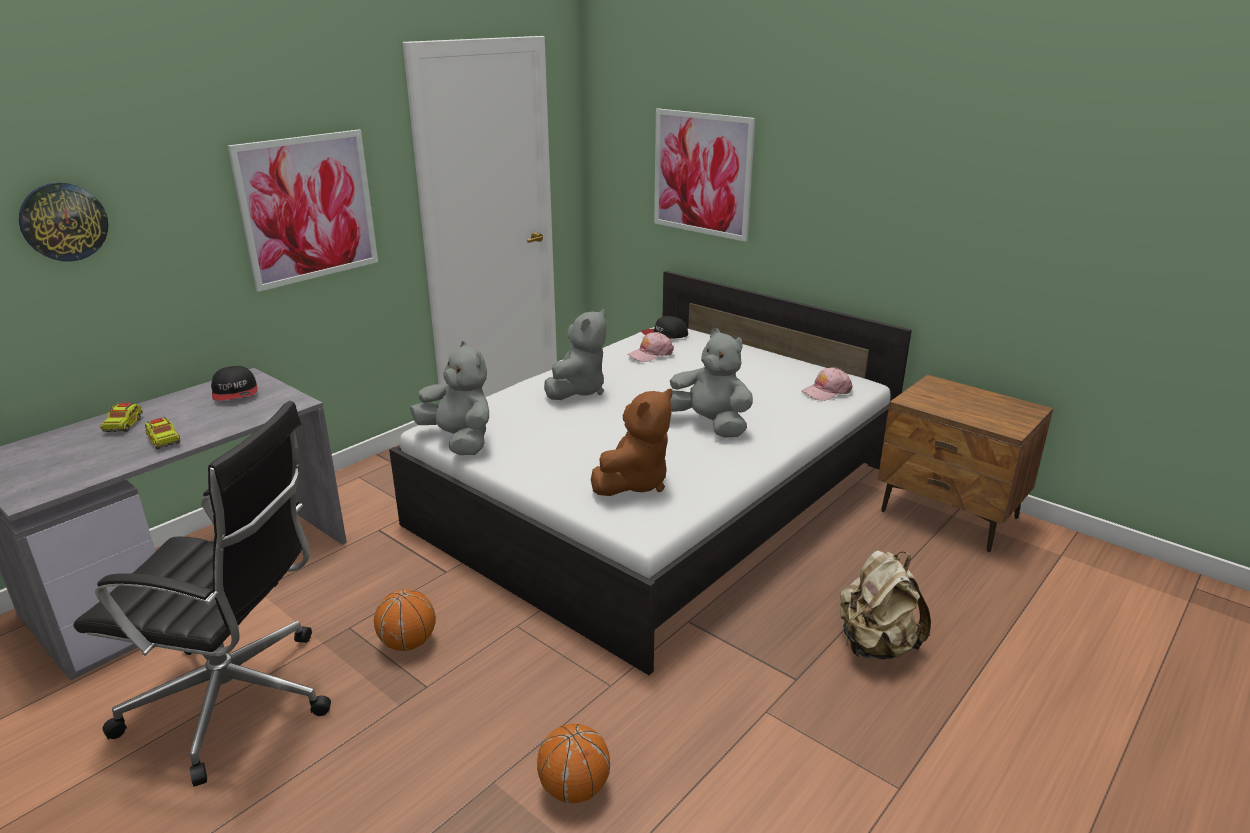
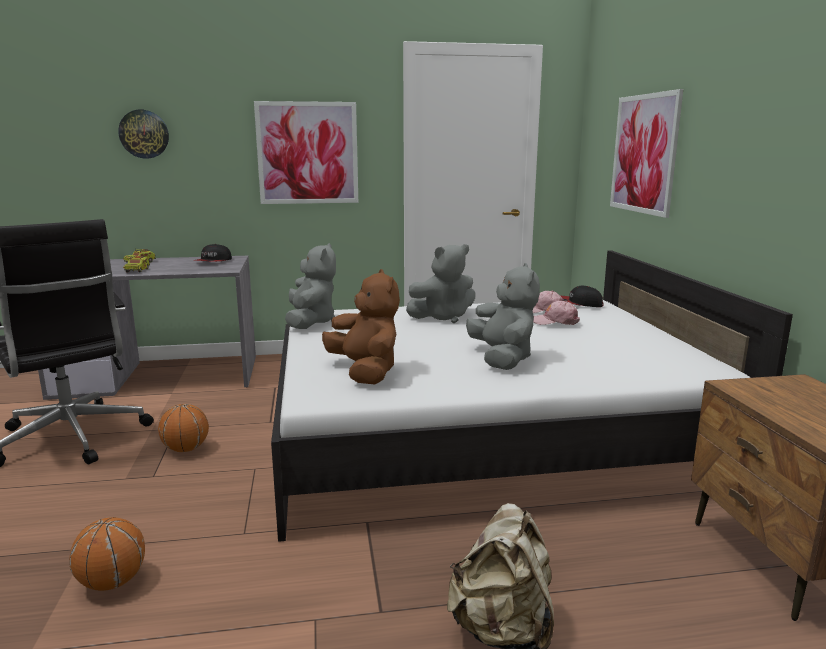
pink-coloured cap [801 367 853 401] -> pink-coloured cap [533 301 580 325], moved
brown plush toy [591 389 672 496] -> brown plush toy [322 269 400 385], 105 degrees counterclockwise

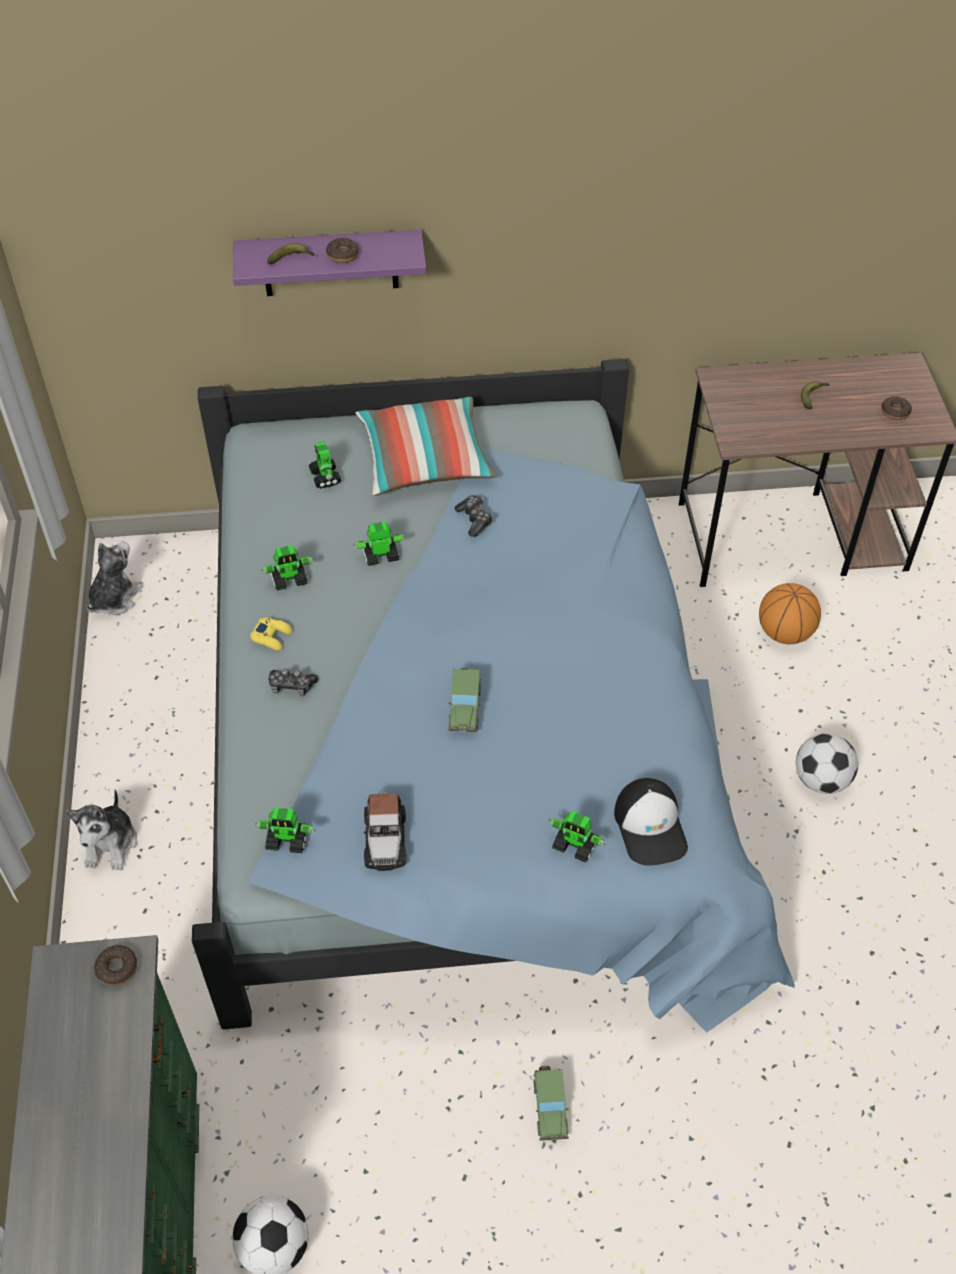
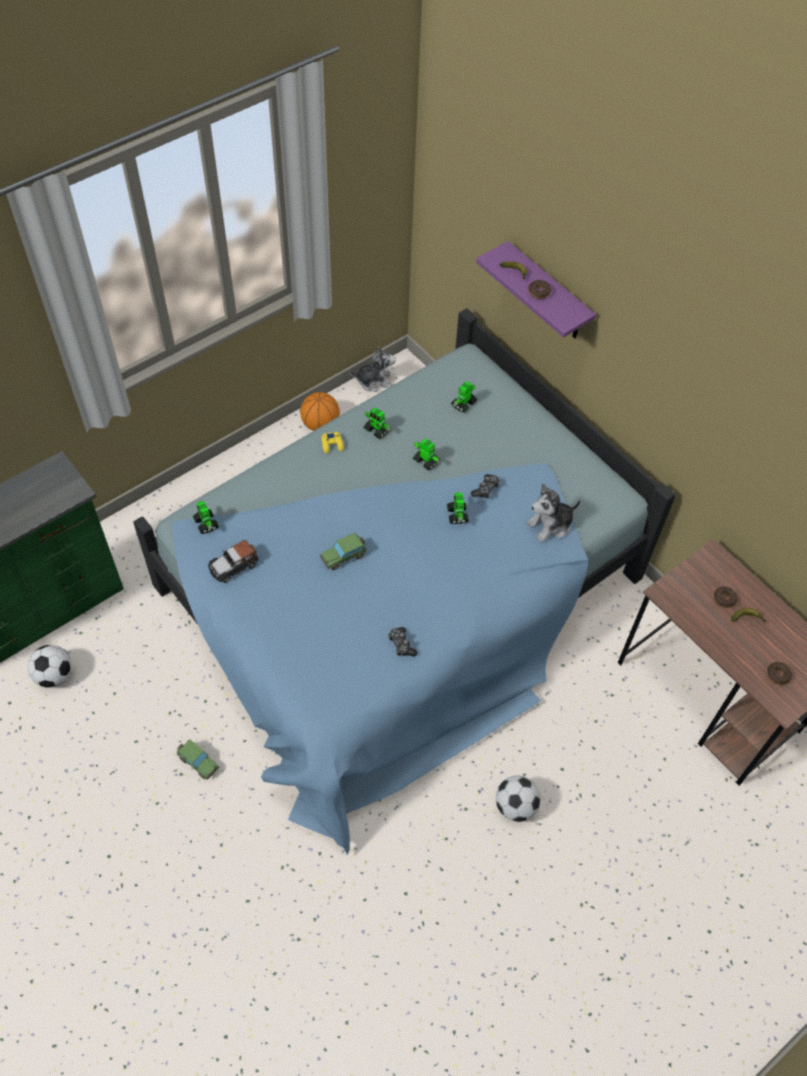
throw pillow [355 397 497 496] -> none
basketball [759 583 821 644] -> basketball [300 392 340 431], moved
joypad [268 668 318 697] -> joypad [388 627 418 657], moved
cap [614 778 688 866] -> none
plush toy [67 790 137 870] -> plush toy [527 483 581 542], moved
toy robot [548 811 606 863] -> toy robot [447 491 469 524], moved
doughnut [94 945 137 986] -> doughnut [714 587 738 608], moved
miniature car [533 1066 569 1141] -> miniature car [177 739 220 780], 105 degrees counterclockwise

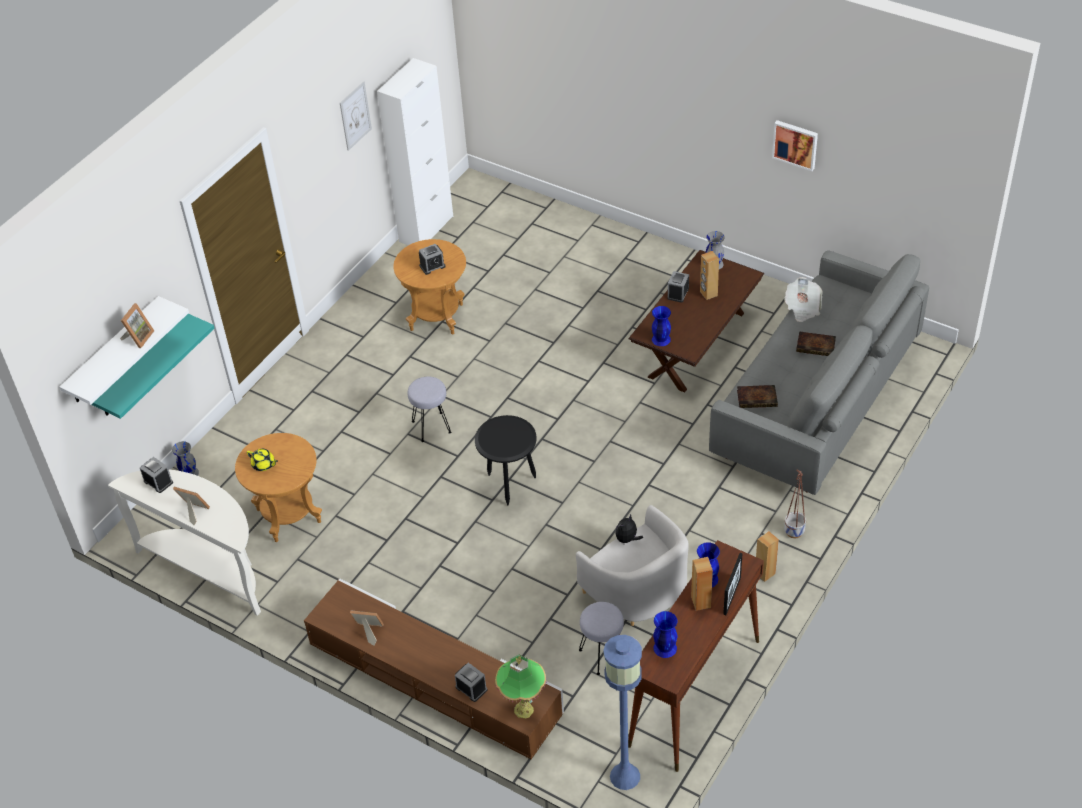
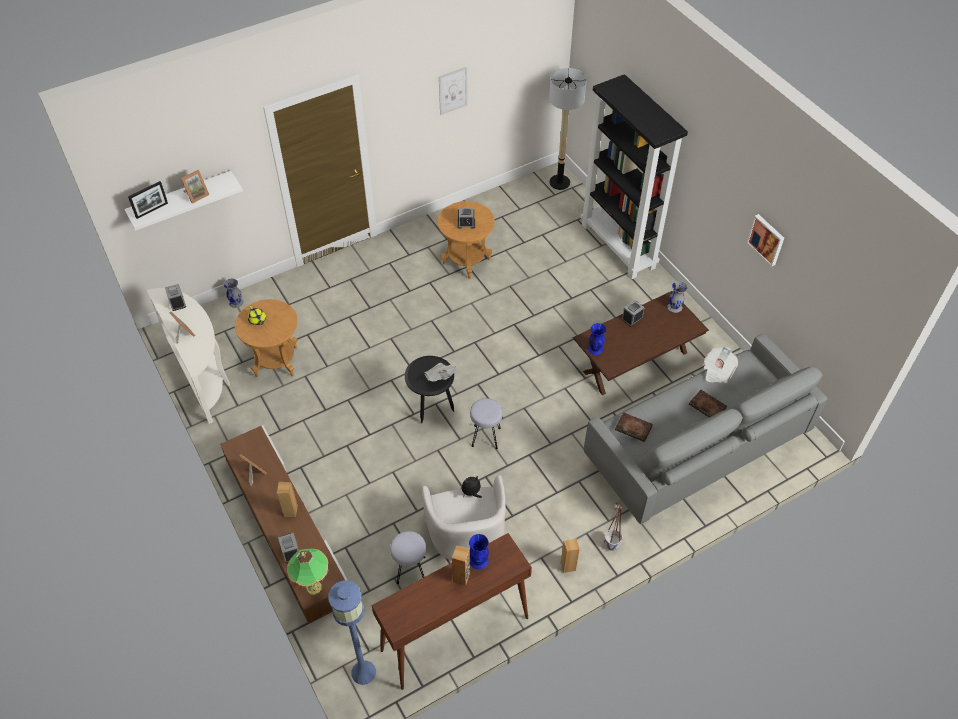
whitish storage cabinet [377 58 453 245] -> none
brown speaker [700 251 719 300] -> brown speaker [277 482 298 517], moved
blue-green shelf [91 314 215 419] -> none
greyish stool seat [408 377 451 442] -> greyish stool seat [470 398 503 449], moved
photo frame [723 553 743 615] -> photo frame [128 181 168 219], moved
bluish decorative vase [653 611 677 658] -> none
none -> standing lamp [549 68 587 190]
none -> black bookshelf [581 74 688 279]
none -> newspaper [424 363 457 382]

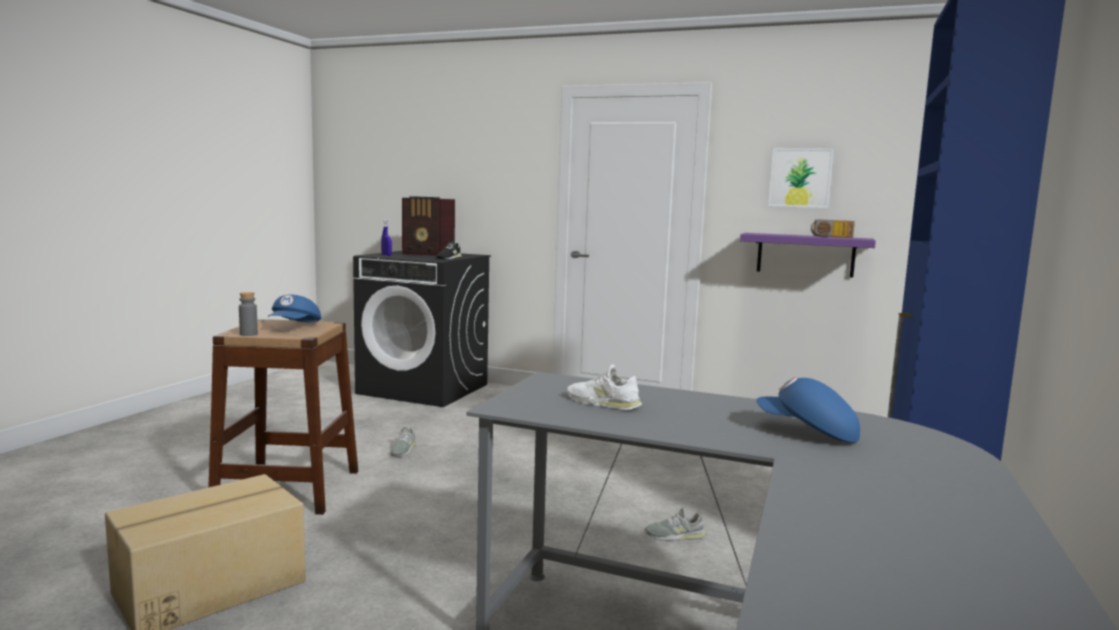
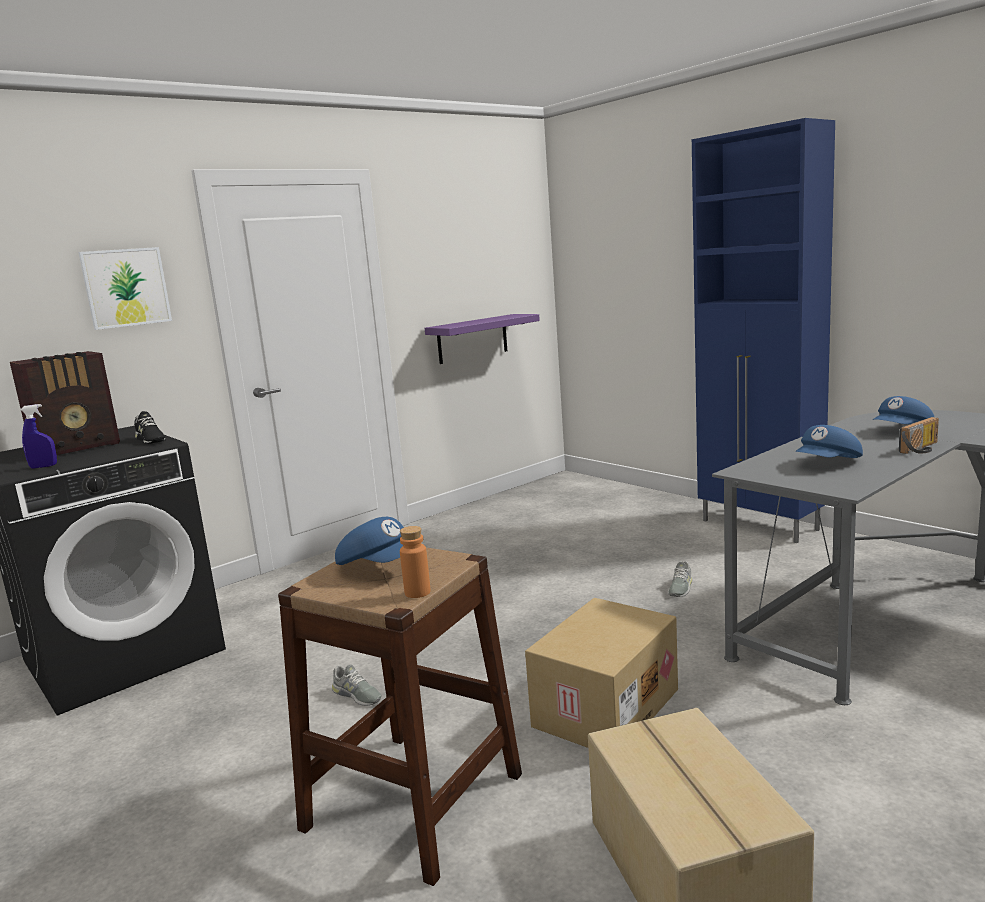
wall picture [768 149 834 208] -> wall picture [78 247 172 330], moved
radio set [811 219 855 238] -> radio set [899 417 939 454], moved
greyish drink bottle [239 292 258 336] -> orange-coloured drink bottle [400 526 431 598]
whitish shoe [567 365 642 410] -> bluish cap [795 425 863 458]
none -> packing box [525 598 678 748]

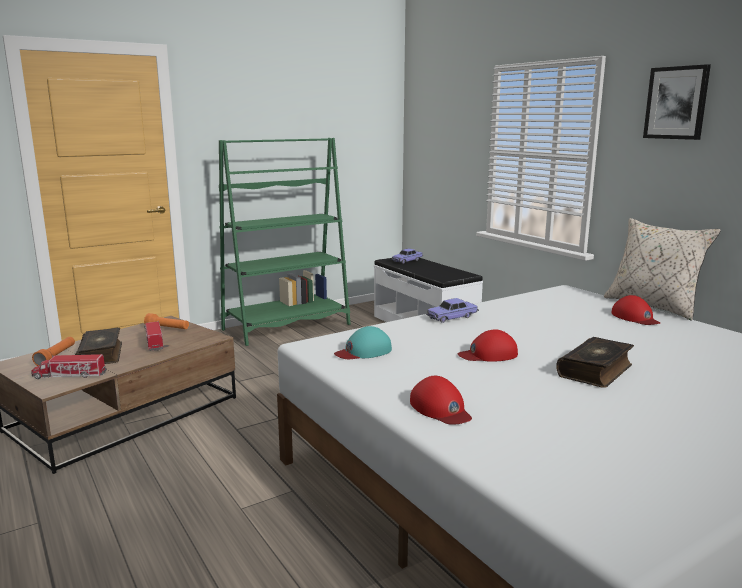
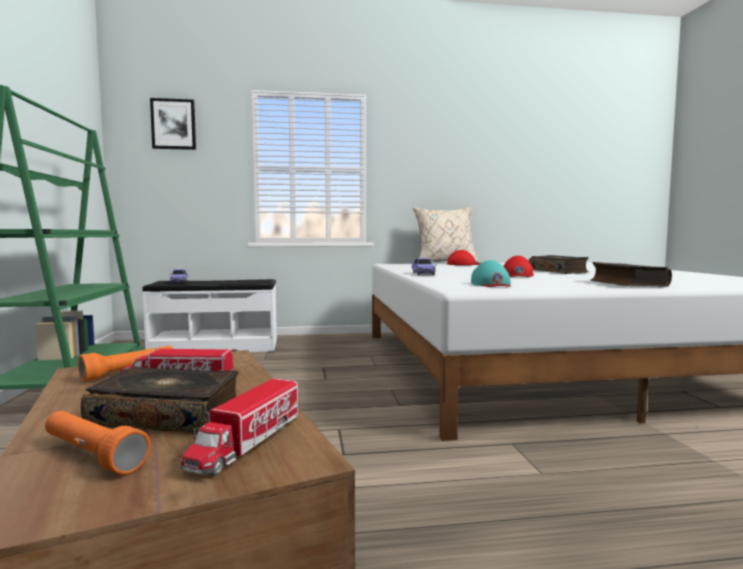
wall picture [643 64 711 140] -> wall picture [150 98 196 150], moved
red cap [410 376 472 425] -> volume [590 262 672 287]

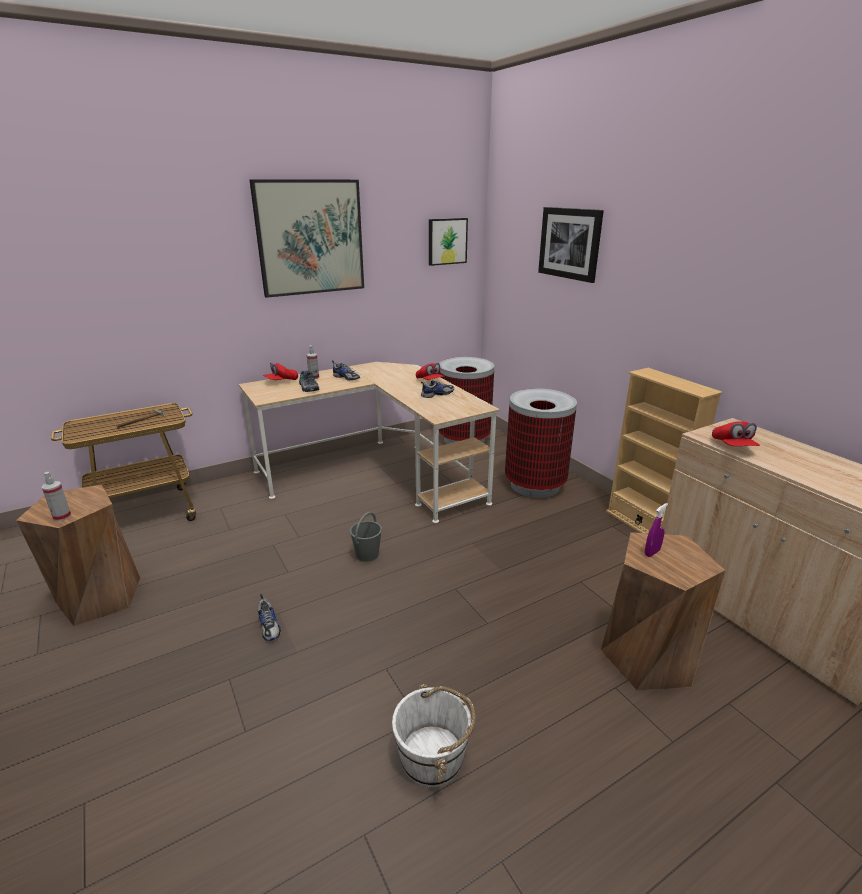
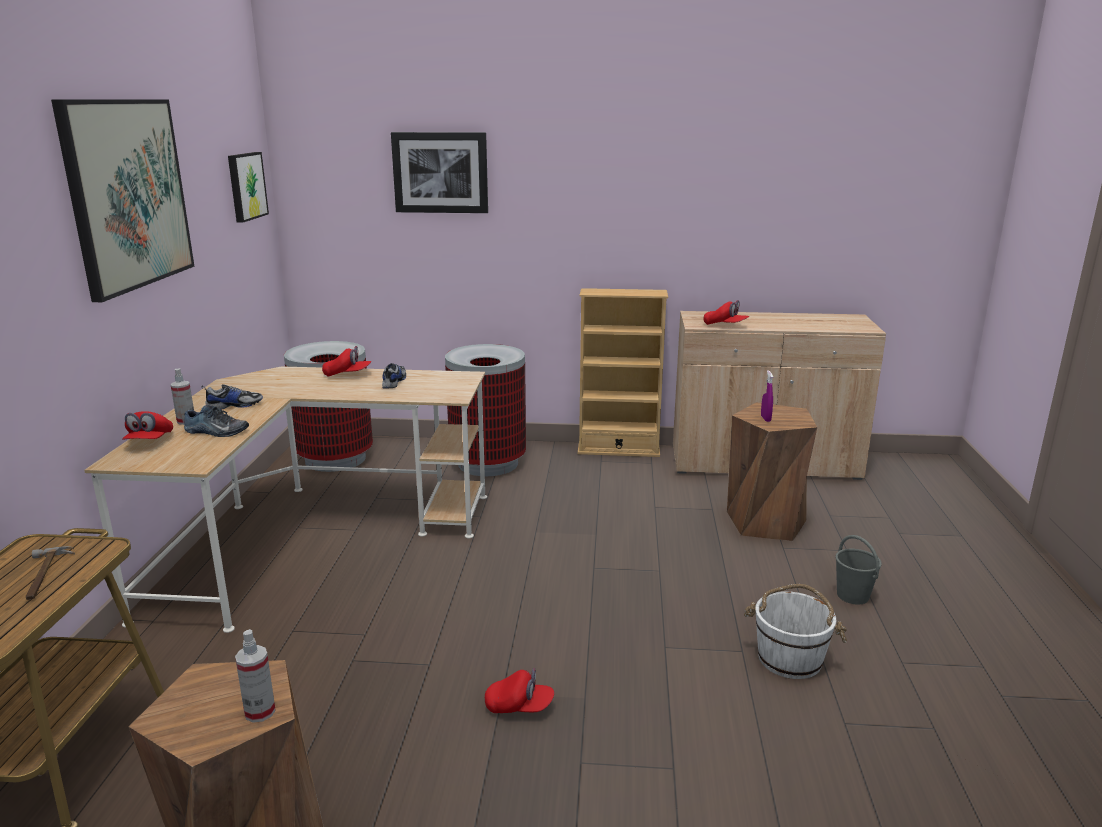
greyish water bucket [350 512 382 562] -> greyish water bucket [835 535 882 605], moved
shoe [258 594 281 641] -> red cap [485 668 554 713]

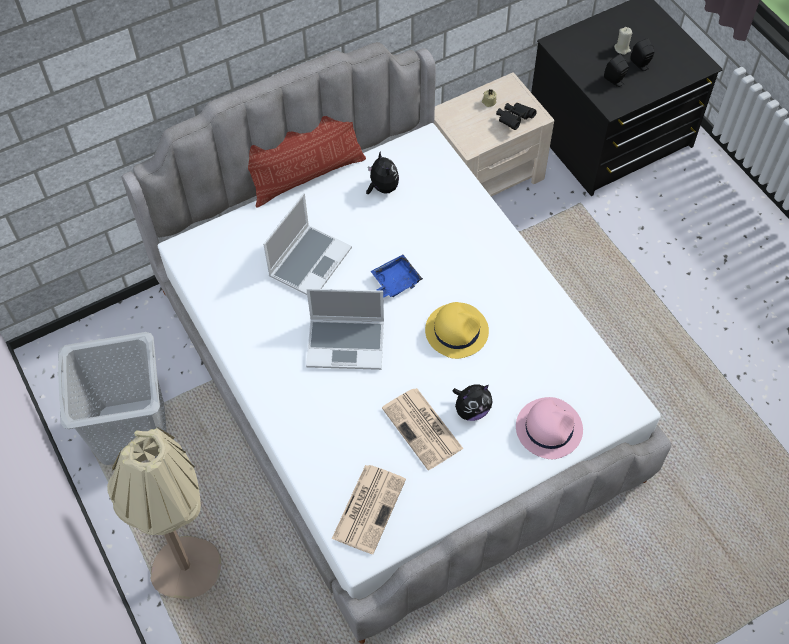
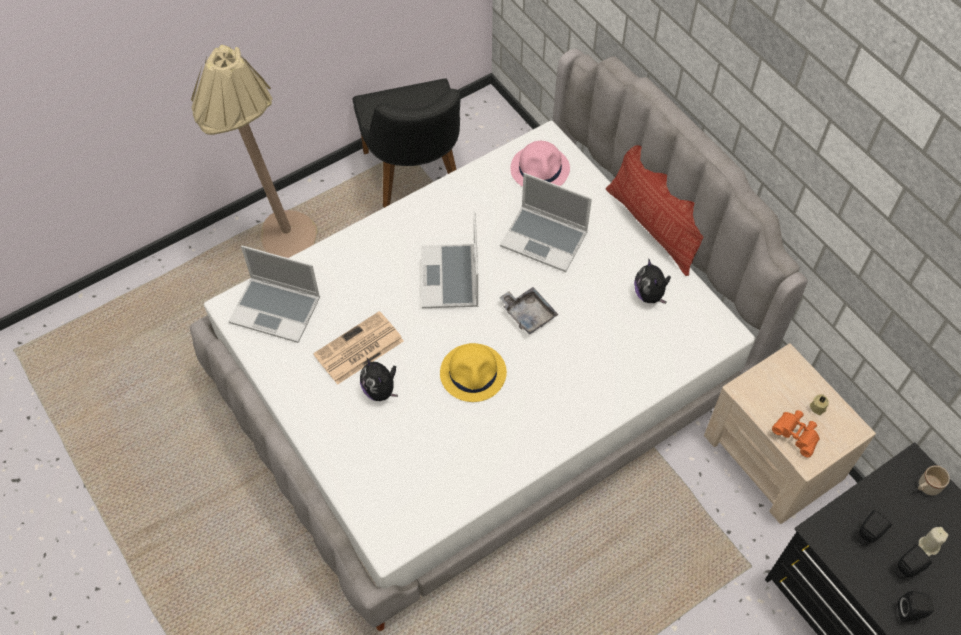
black pair of binoculars [496 103 537 130] -> orange-coloured pair of binoculars [772 410 820 458]
plush toy [366 151 399 194] -> plush toy [634 258 671 304], 105 degrees clockwise
bluish serving tray [371 255 423 298] -> greyish serving tray [499 287 559 334]
greyish washing basket [58 332 167 465] -> black chair [353 78 461 208]
pink-coloured clothing hat [516 397 583 459] -> pink-coloured clothing hat [510 141 570 187], moved
newspaper [332 465 406 554] -> laptop [228 246 320 343]
none -> sand-coloured coffee mug [918 466 950 495]
none -> black speaker [897 591 934 622]

